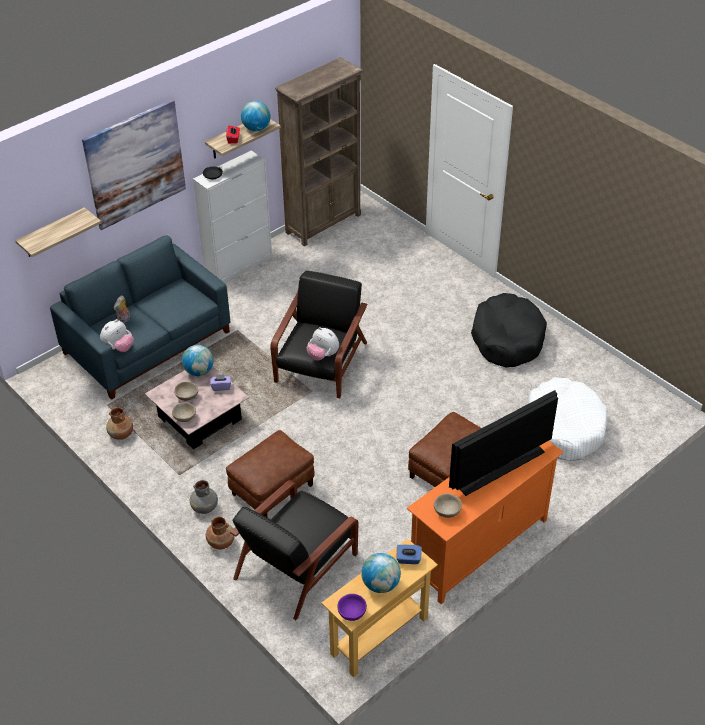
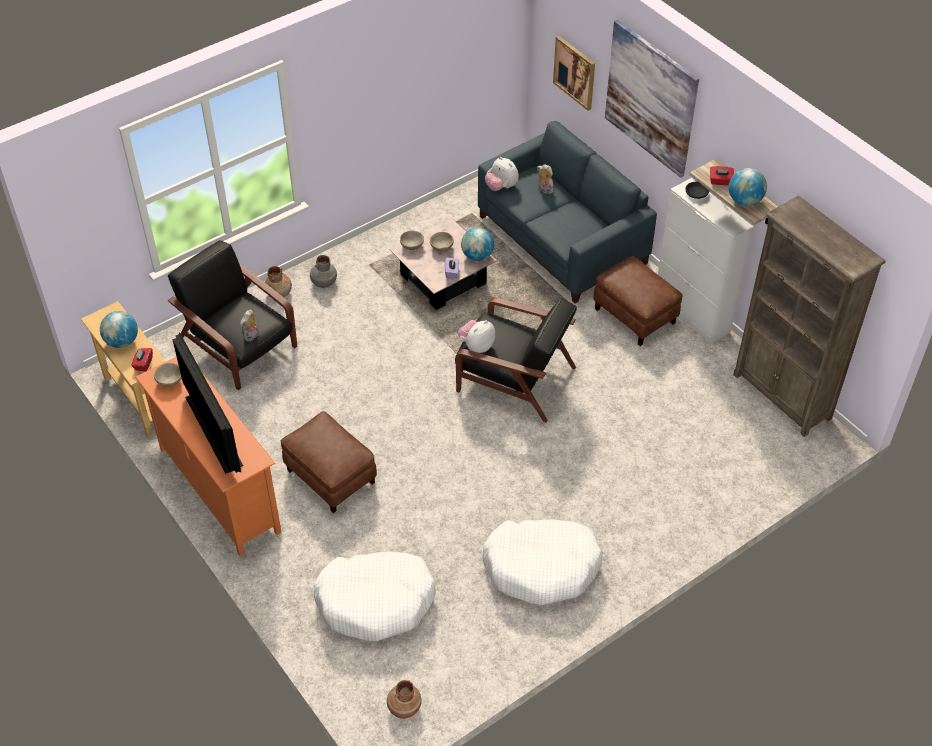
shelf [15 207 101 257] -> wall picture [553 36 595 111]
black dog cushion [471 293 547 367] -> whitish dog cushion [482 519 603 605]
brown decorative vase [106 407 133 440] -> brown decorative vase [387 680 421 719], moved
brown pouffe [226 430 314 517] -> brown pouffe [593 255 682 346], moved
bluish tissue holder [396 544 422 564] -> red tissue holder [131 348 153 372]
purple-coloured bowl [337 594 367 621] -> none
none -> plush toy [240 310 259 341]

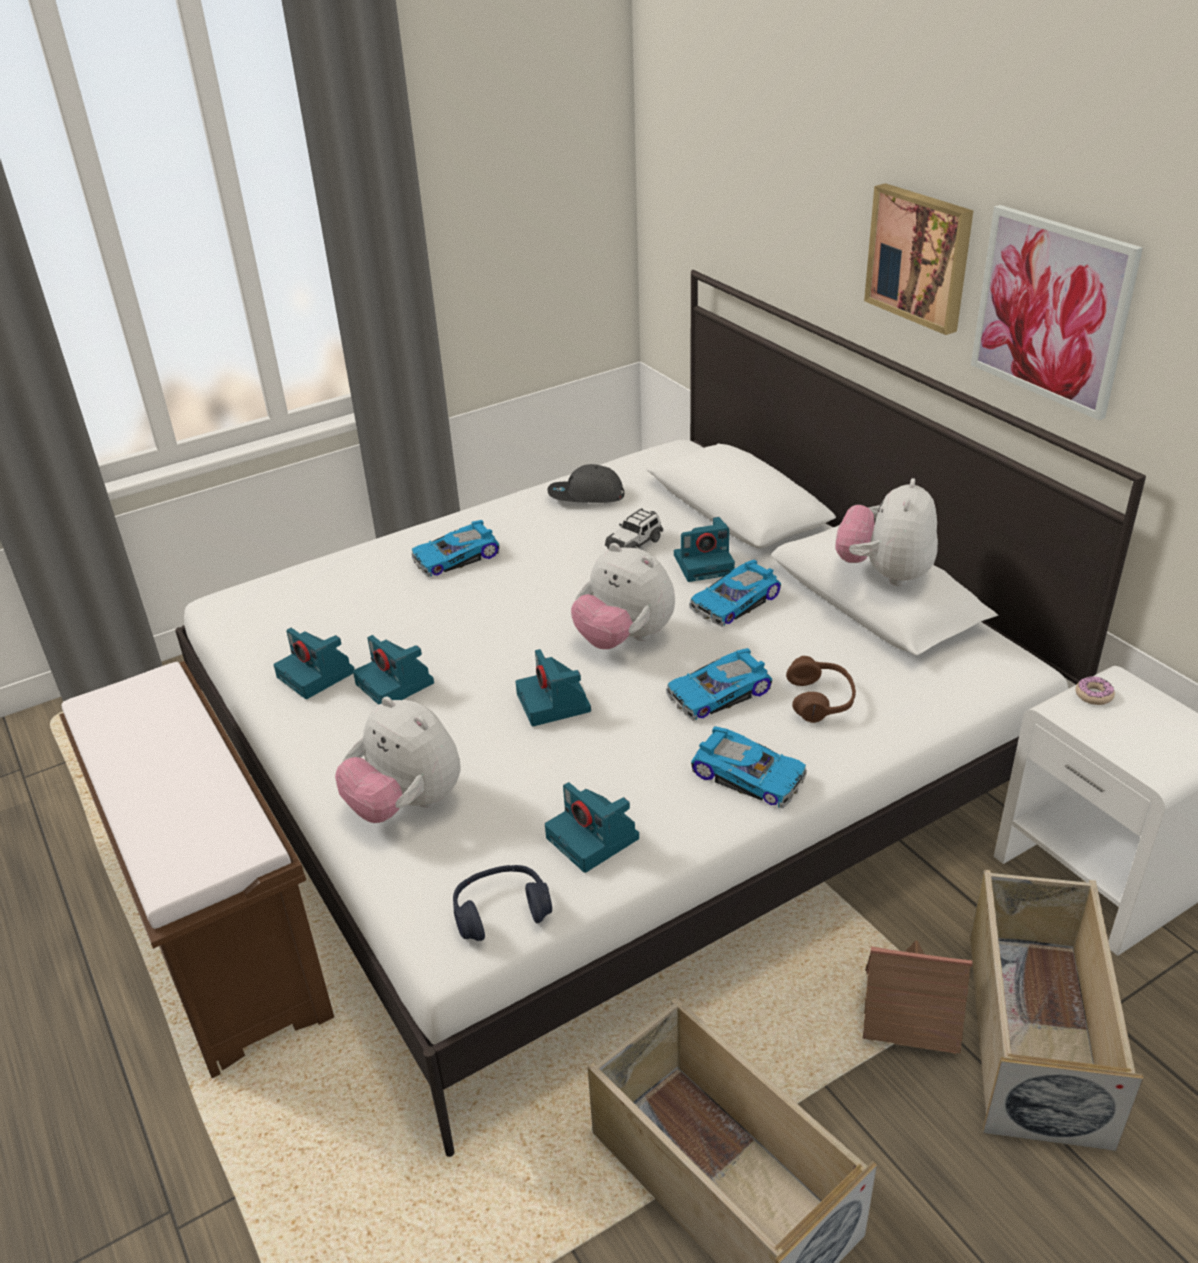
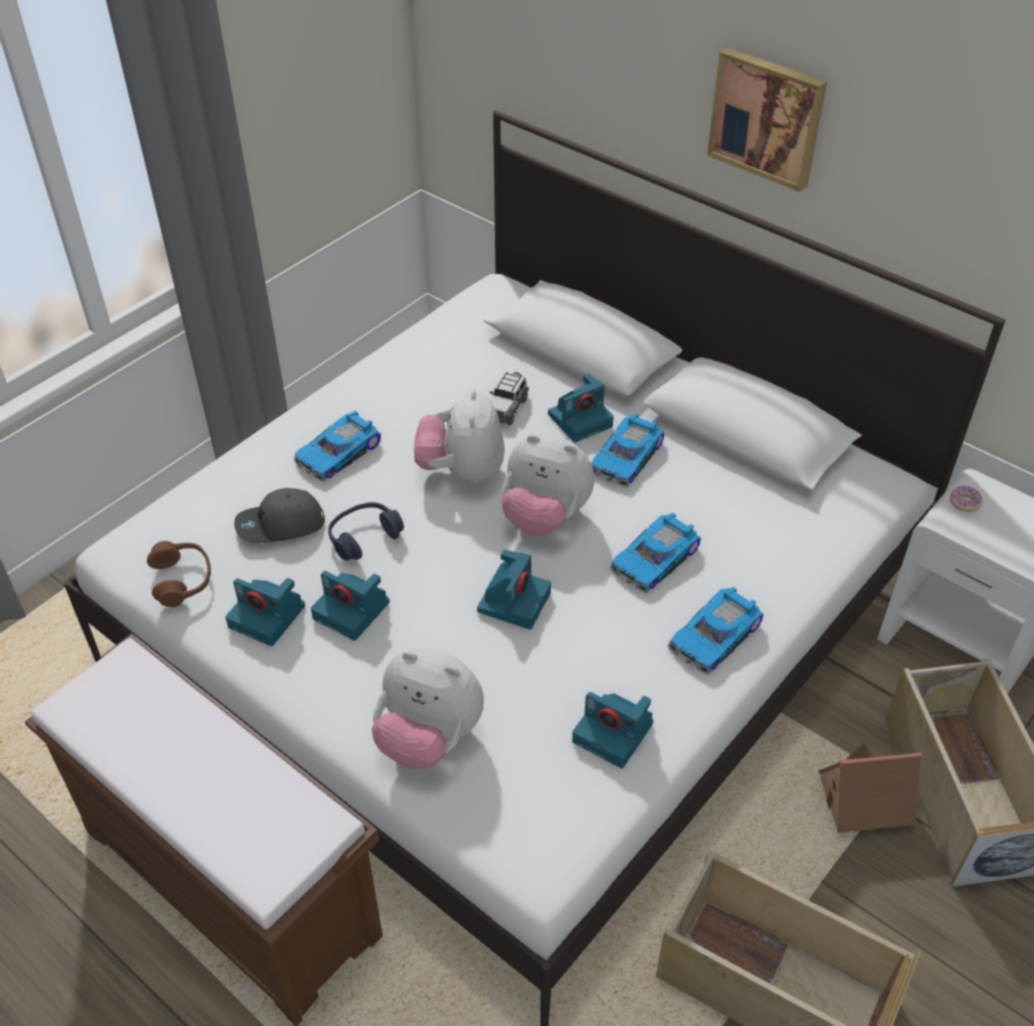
wall picture [971 205 1143 420] -> none
greyish cap [547 464 624 503] -> greyish cap [234 488 325 543], moved
plush toy [836 478 938 586] -> plush toy [414 390 505 484], moved
still camera [515 649 591 726] -> still camera [477 549 551 630], 120 degrees counterclockwise
brown headphones [786 656 856 723] -> brown headphones [147 541 211 608], moved
miniature car [691 726 807 809] -> miniature car [668 587 764 675], 120 degrees clockwise
bluish headphones [453 865 552 941] -> bluish headphones [328 502 404 560], moved

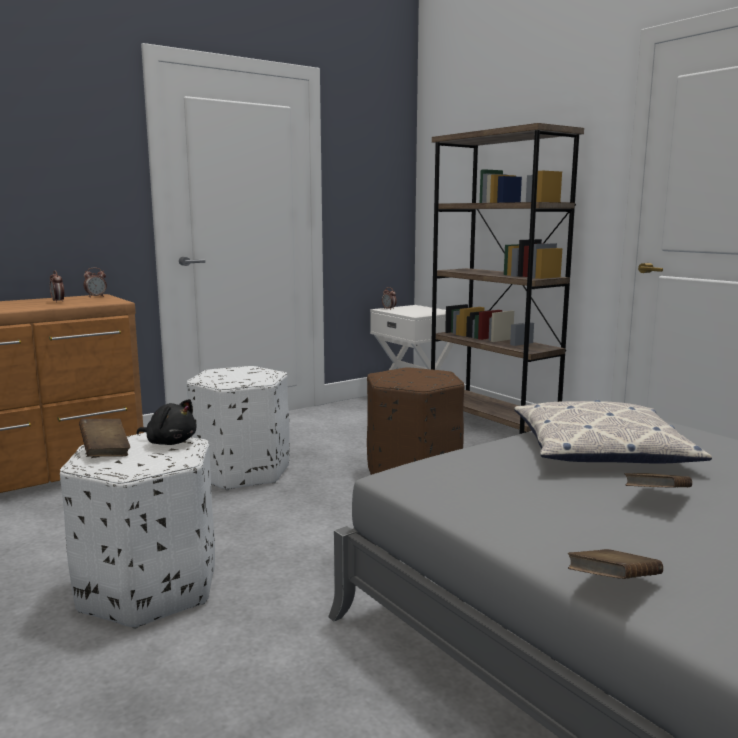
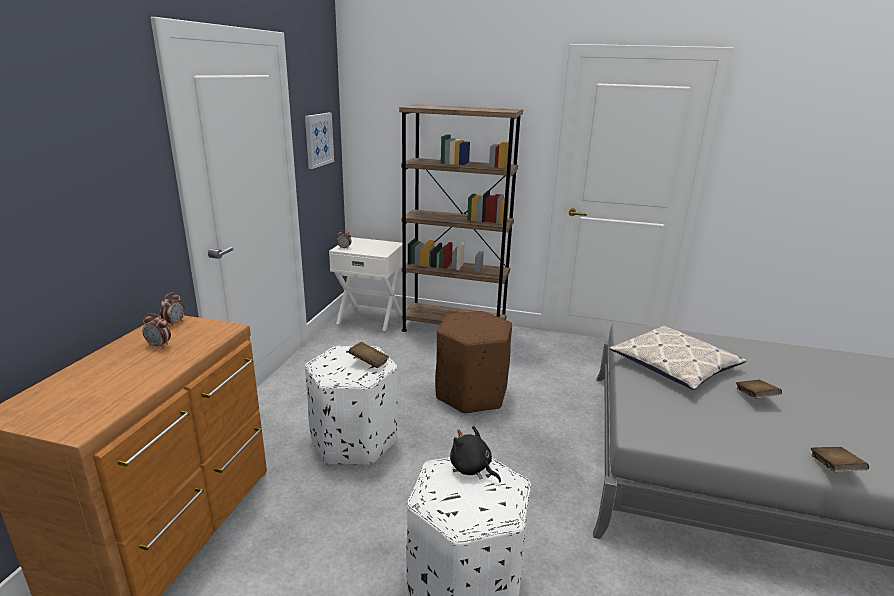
black plush toy [136 399 196 445] -> black plush toy [450 426 501 482], 120 degrees counterclockwise
brown volume [79 419 130 457] -> brown volume [348 342 389 368], moved
none -> wall picture [305 113 334 169]

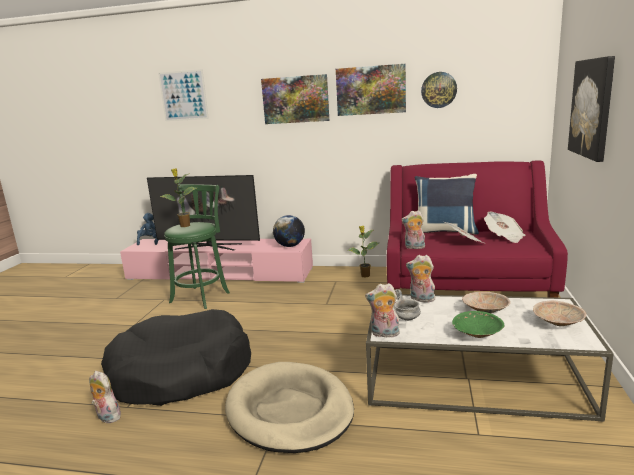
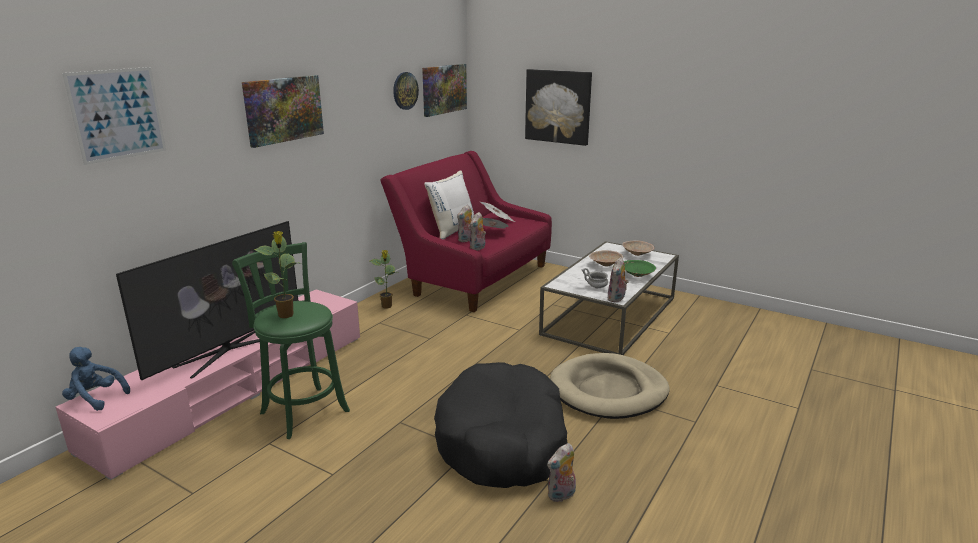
wall picture [336 64 406 116] -> wall picture [422 64 467 117], moved
bluish throw pillow [415 174 479 234] -> whitish throw pillow [424 170 474 240]
world globe [273 215 305 247] -> none
plush toy [406 255 435 302] -> plush toy [457 205 472 242], moved

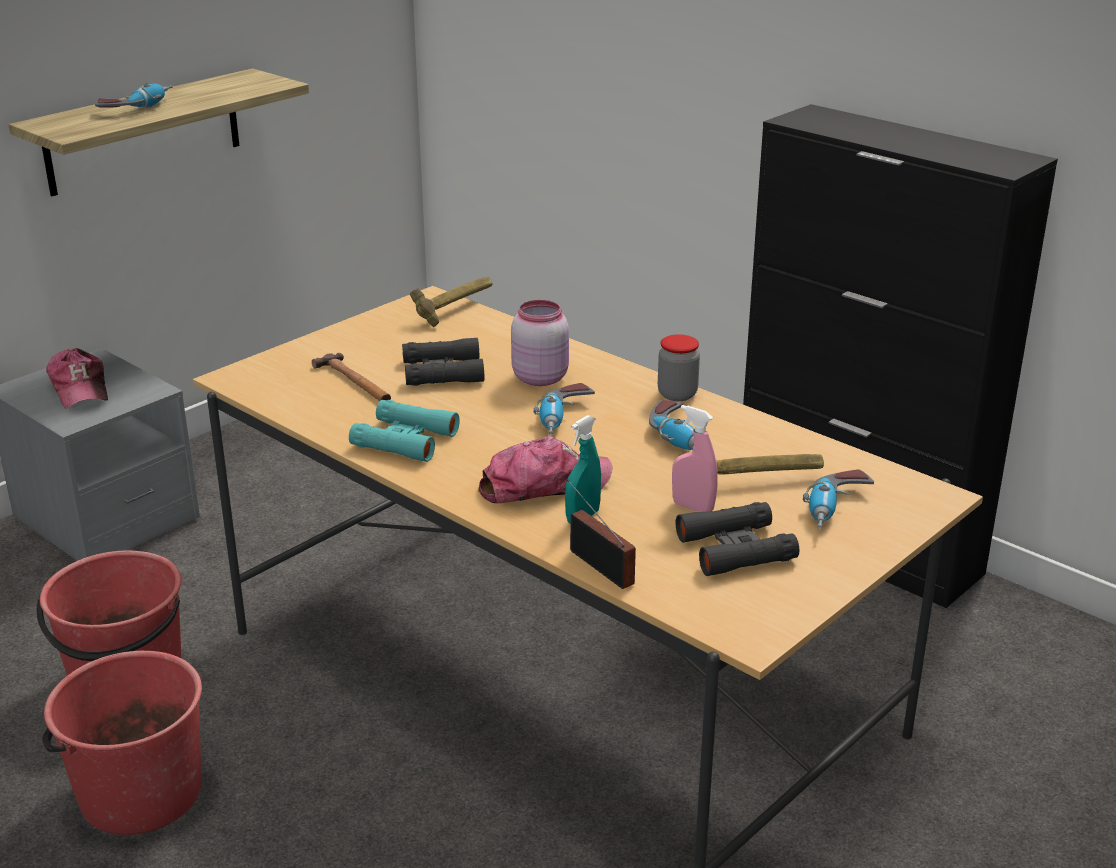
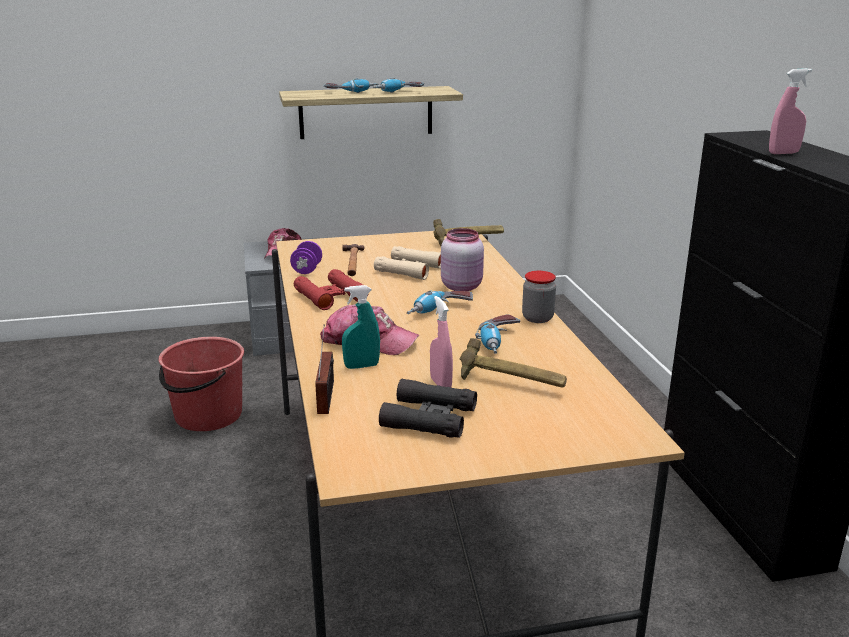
black pair of binoculars [402 338 484 386] -> sand-coloured pair of binoculars [374 246 441 280]
blue-green pair of binoculars [349 400 460 462] -> red pair of binoculars [294 269 368 310]
electric drill [803 469 874 529] -> electric drill [373 78 424 93], moved
red water bucket [42 651 202 835] -> none
none -> pink-coloured hand sprayer [769 68 812 154]
none -> purple-coloured free weight [290 241 322 274]

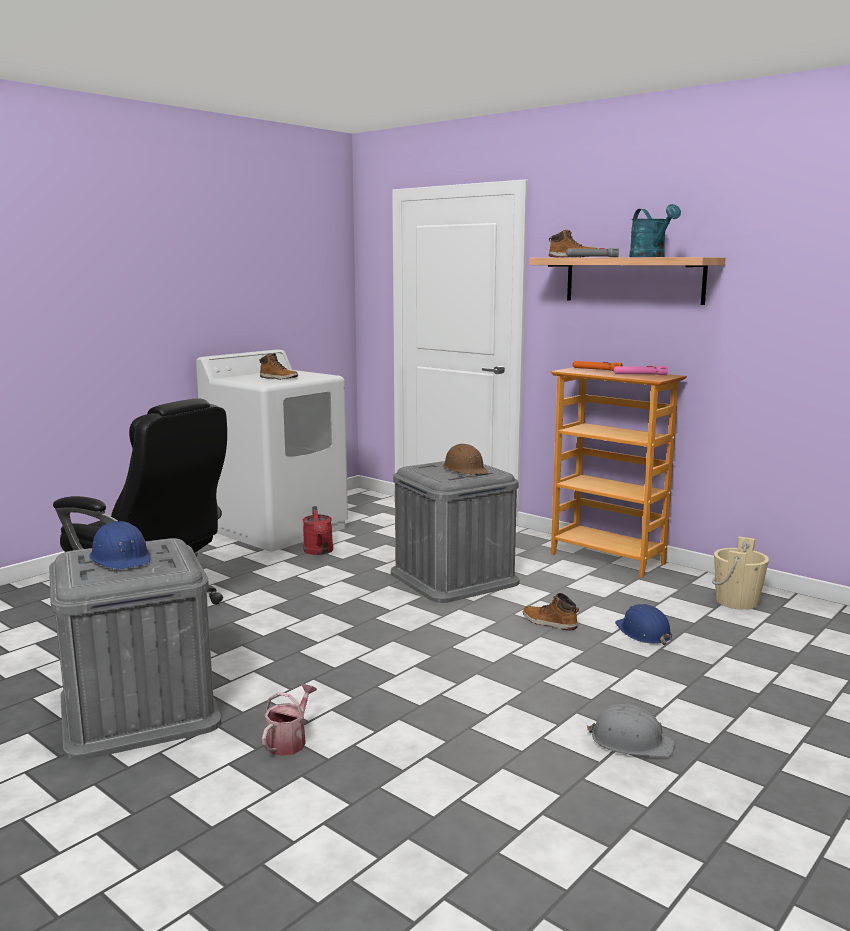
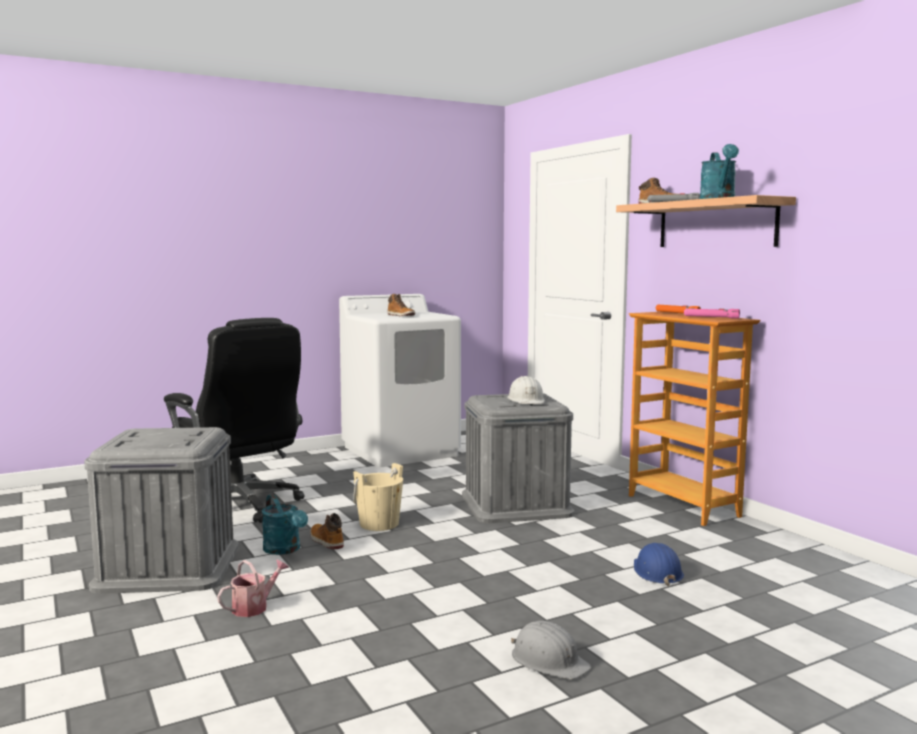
brown hard hat [443 444 488 475] -> whitish hard hat [507 376 545 404]
red sprinkling can [303 506 333 555] -> none
bluish hard hat [89 521 151 570] -> none
sand-coloured water bucket [712 537 769 610] -> sand-coloured water bucket [353 463 403 531], moved
tall boot [523 593 579 630] -> tall boot [310 513 344 549], moved
none -> blue-green sprinkling can [262 494 308 555]

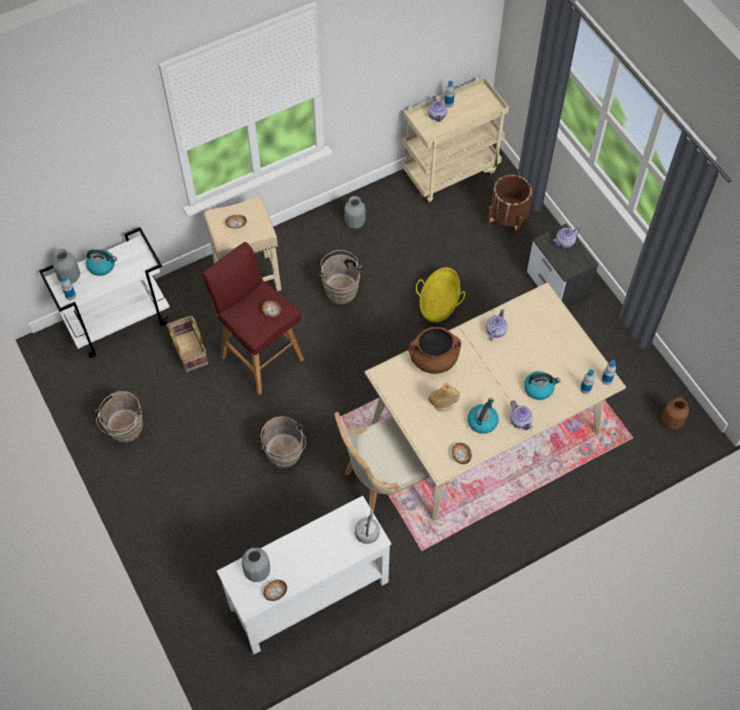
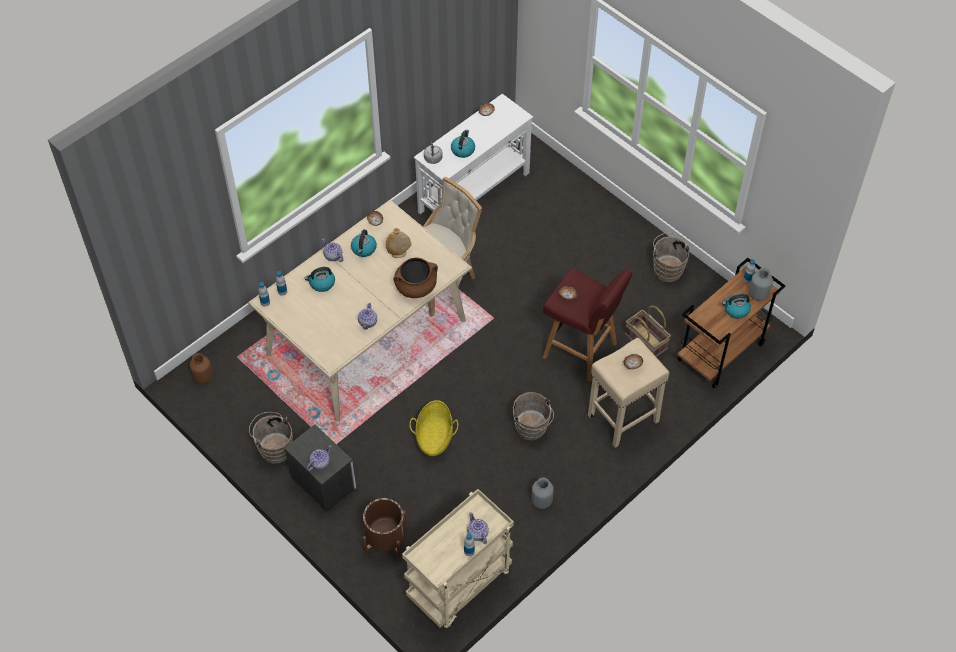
whitish wheeled cart [39 227 169 358] -> brown wheeled cart [677 258 785 388]
brown water bucket [261 416 306 468] -> brown water bucket [249 412 293 464], moved
greyish decorative vase [242 548 270 582] -> none
none -> kettle [451 130 475 158]

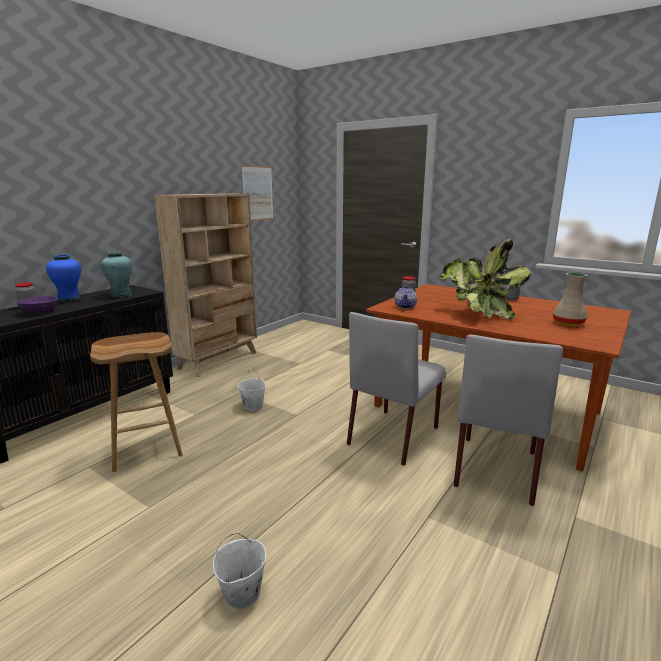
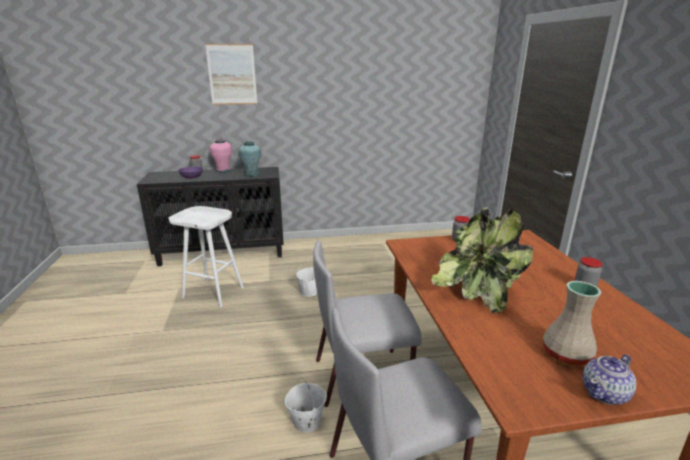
wall picture [242 166 274 221] -> wall picture [205 44 258 105], moved
sand-coloured bookshelf [154 193 257 377] -> none
bluish decorative vase [46 254 81 302] -> pink-coloured decorative vase [209 139 232 173]
teapot [395 285 417 309] -> teapot [582 354 636 405], moved
brown stool seat [90 332 183 472] -> whitish stool seat [169 206 244 307]
whitish water bucket [213 533 267 609] -> whitish water bucket [285 378 327 433], moved

